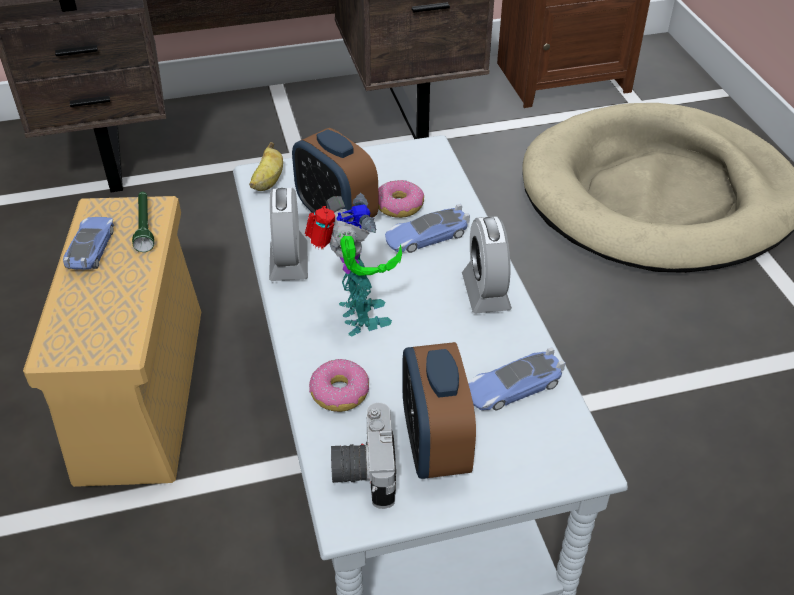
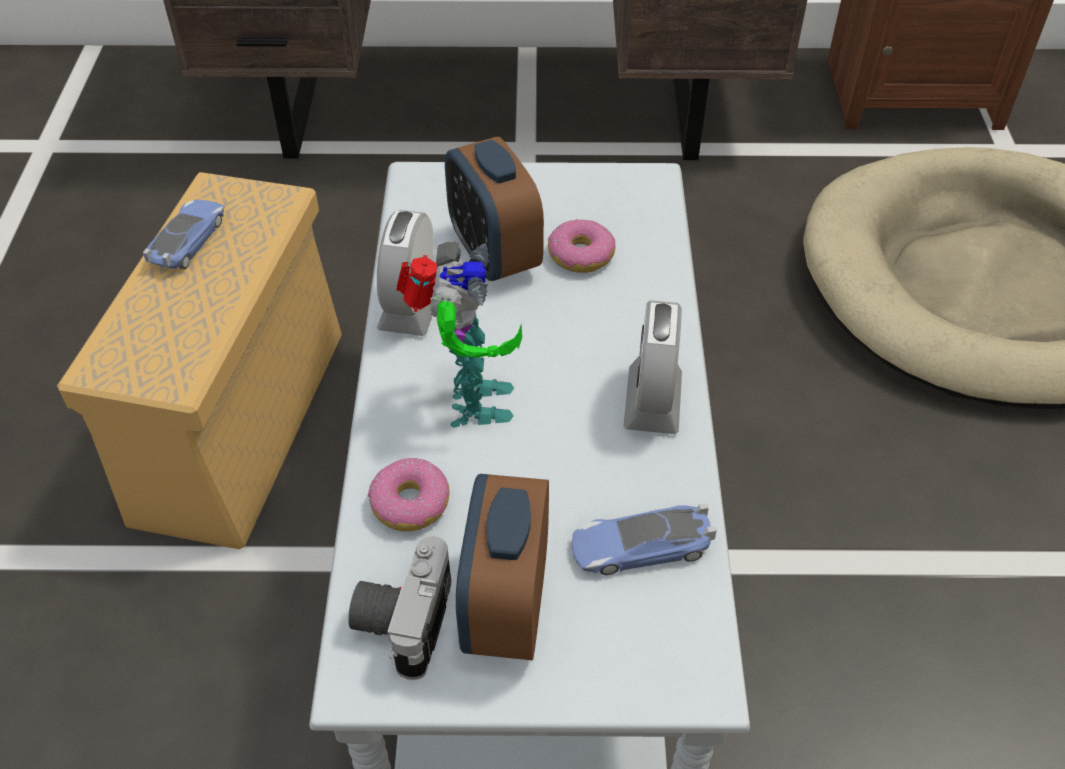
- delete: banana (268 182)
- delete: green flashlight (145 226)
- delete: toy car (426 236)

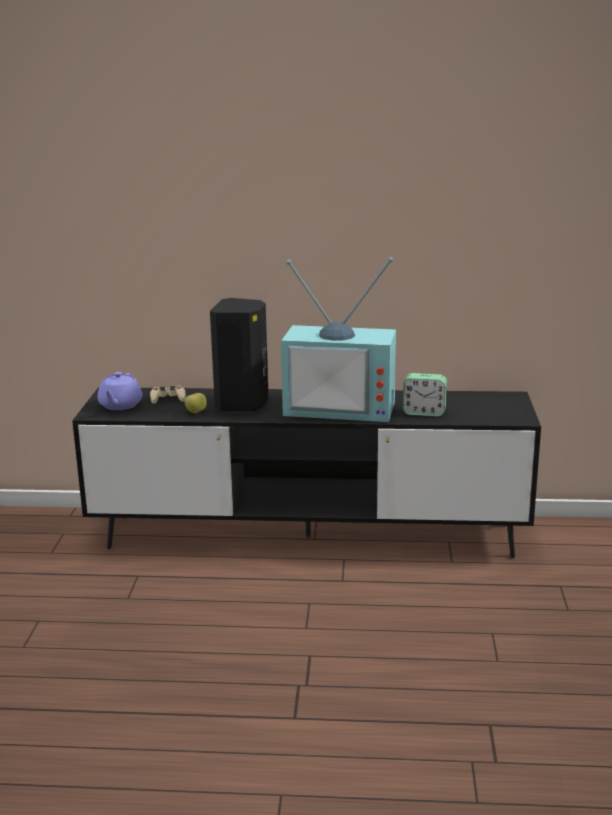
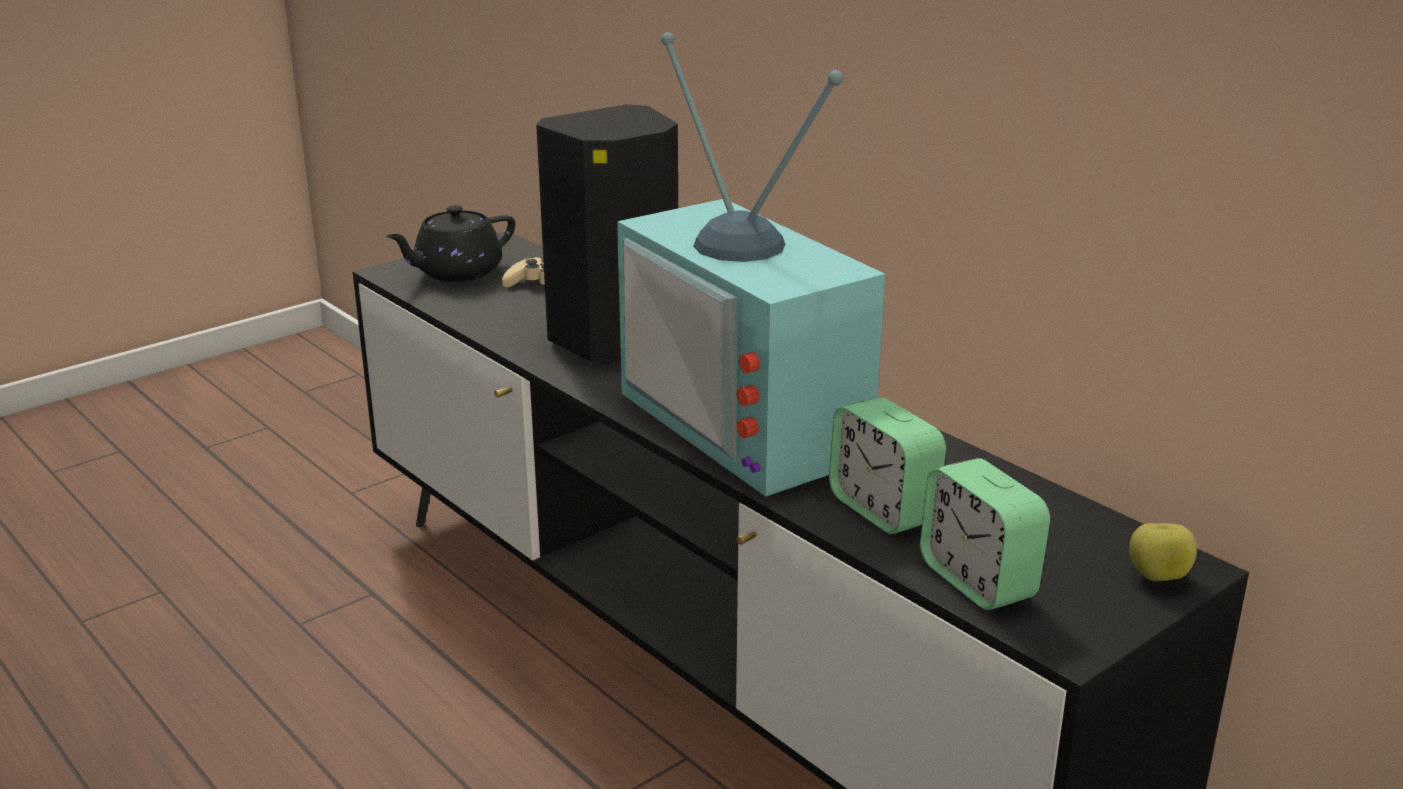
- recolor: purple teapot (120 406) to black teapot (456 272)
- move: apple (196 412) to (1158 577)
- insert: alarm clock (978 580)

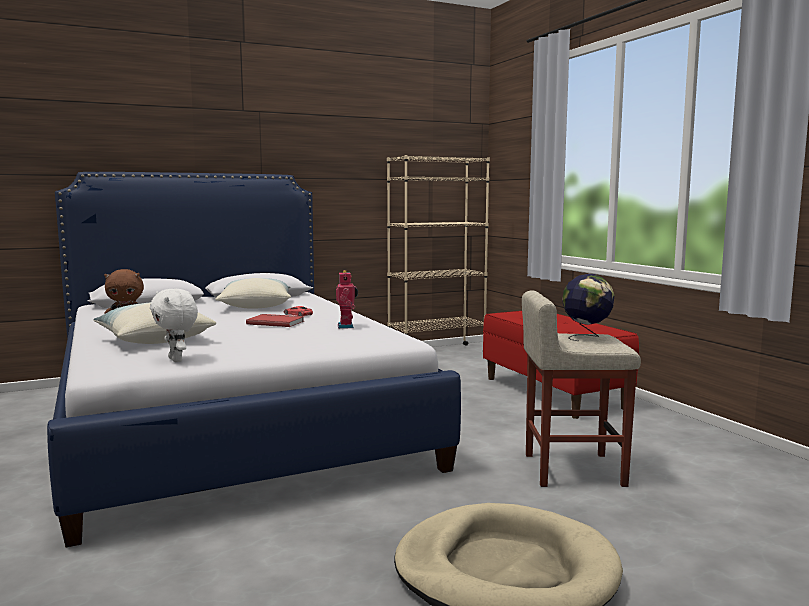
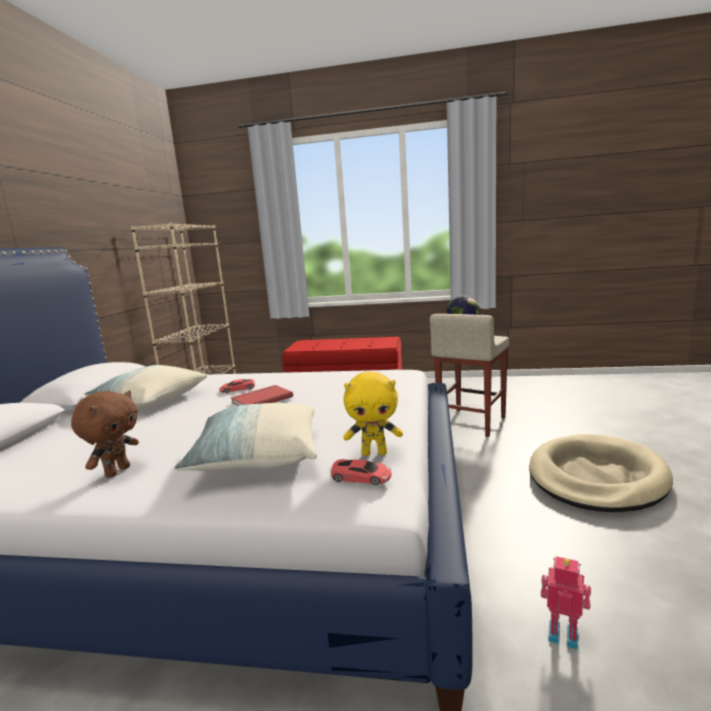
- move: toy robot (347 326) to (563 633)
- recolor: white plush toy (177 360) to yellow plush toy (374 453)
- insert: red toy car (361 477)

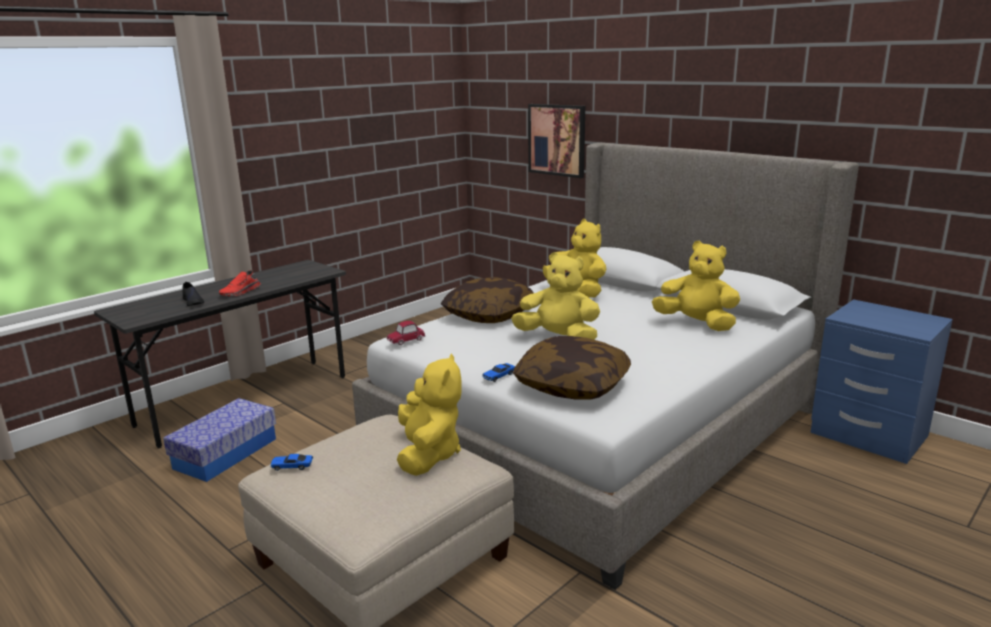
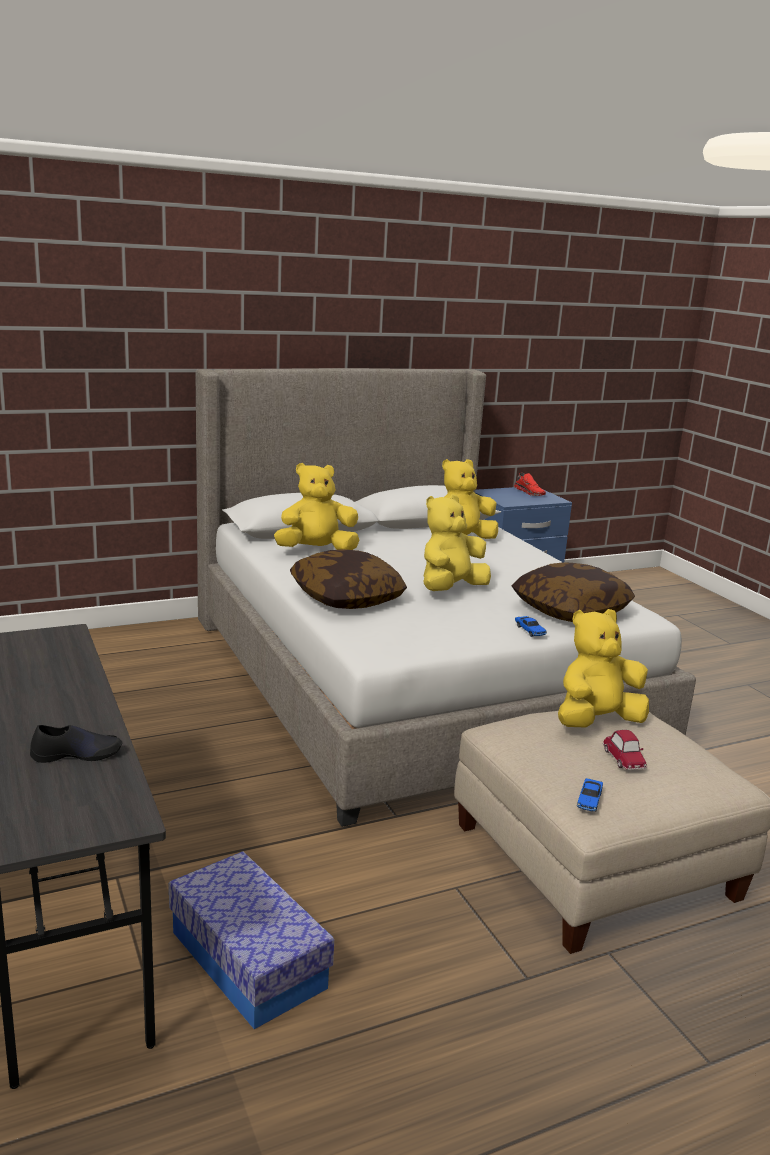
- delete: picture (557 140)
- move: red shoe (241 292) to (530 492)
- move: toy car (406 340) to (624 759)
- rotate: yellow plush toy (428 454) = (596 722) 45 degrees counterclockwise

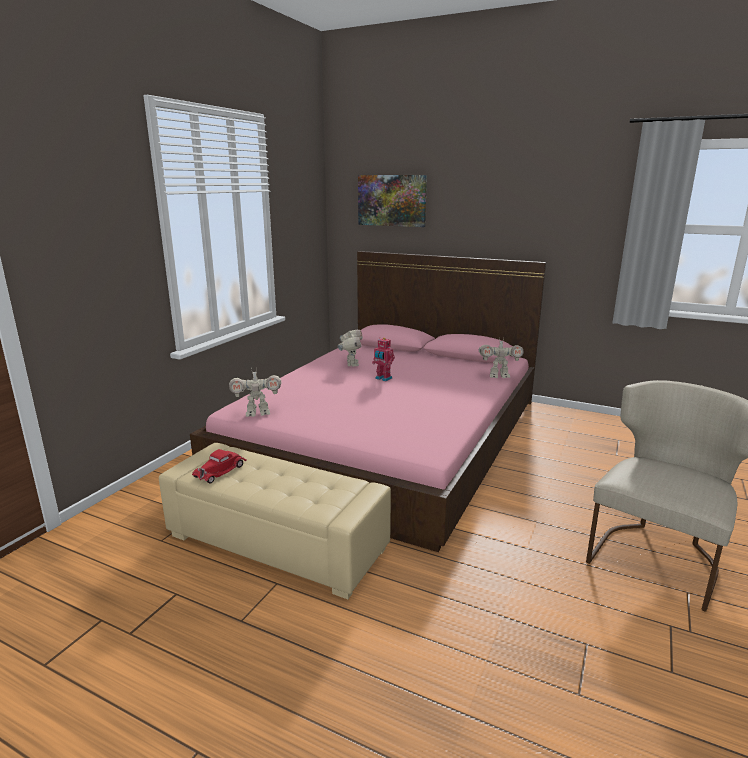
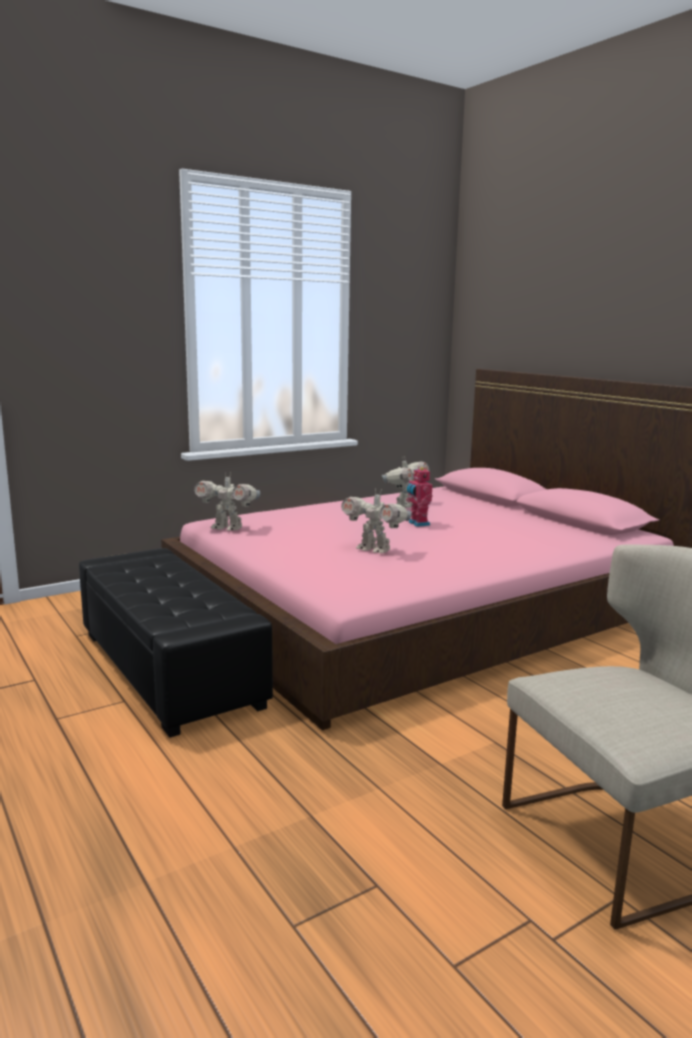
- delete: picture (392 200)
- move: toy robot (498 376) to (374 550)
- recolor: beige ottoman (277 542) to black ottoman (170 668)
- delete: red toy car (221 471)

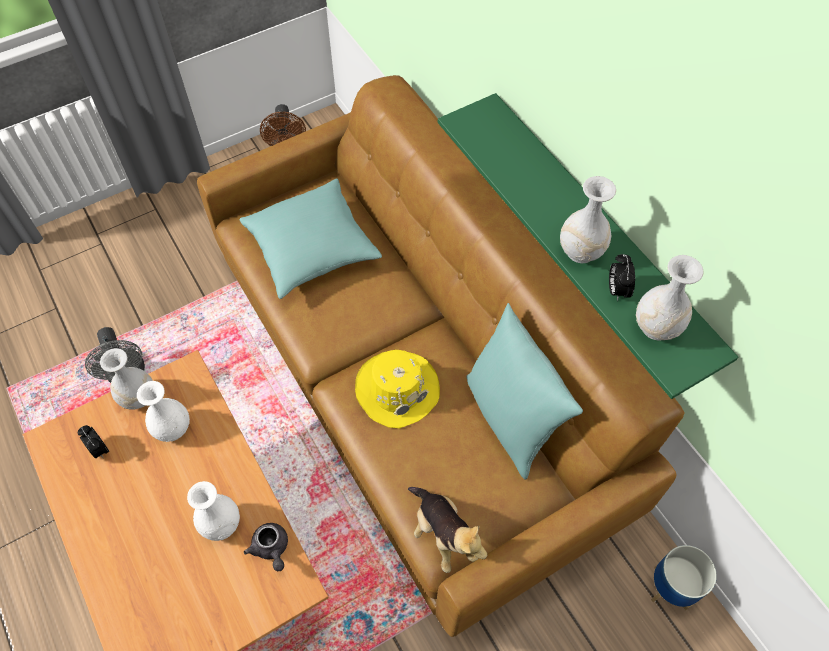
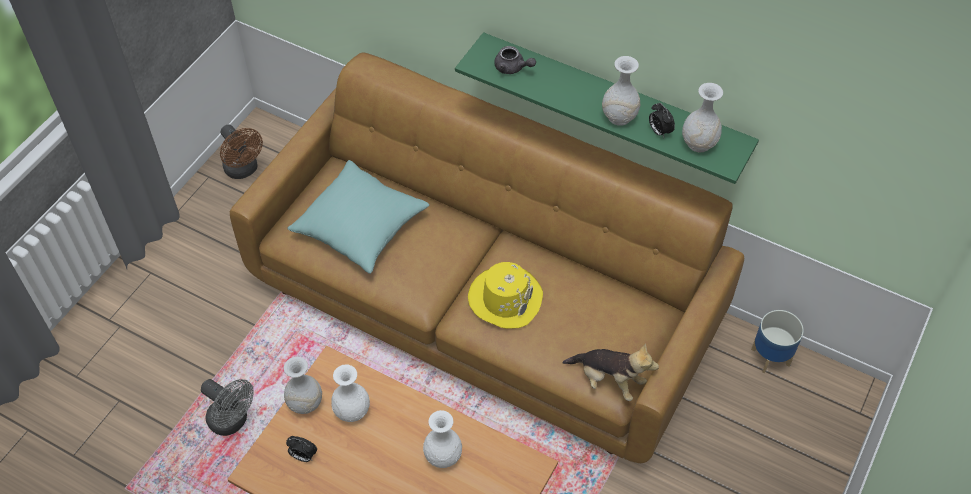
- delete: turquoise pillow (510 419)
- move: grey teapot (271 549) to (512 68)

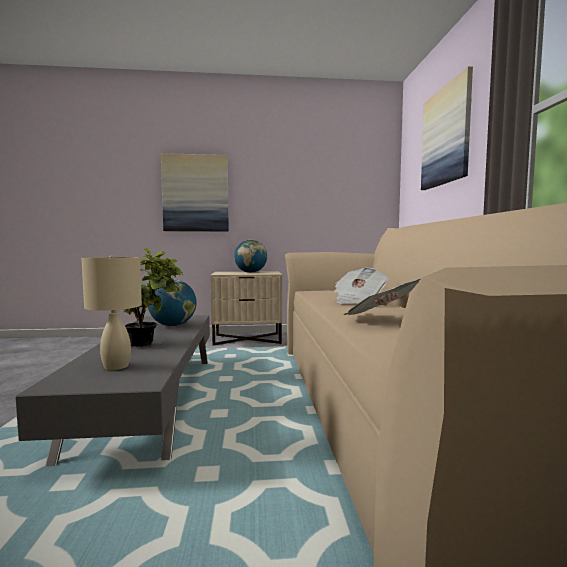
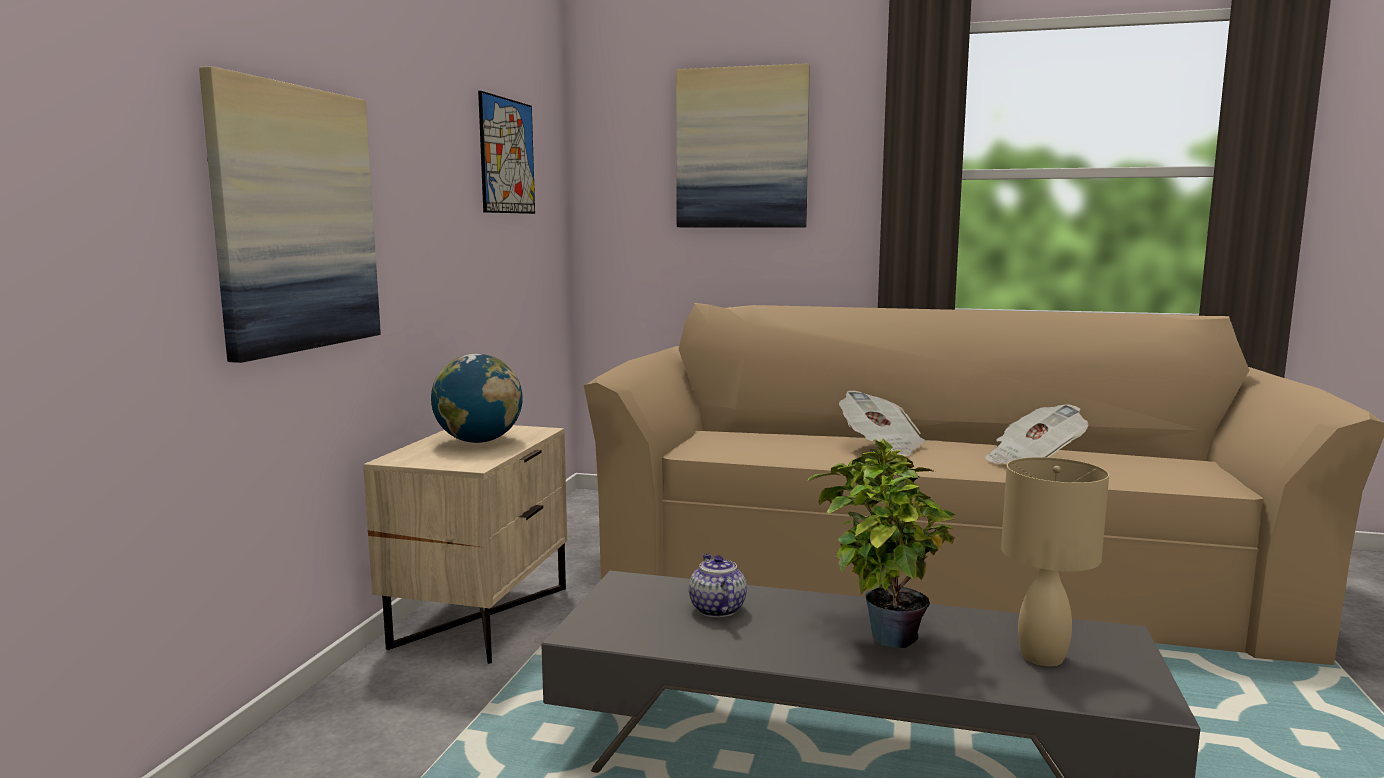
- replace: globe (173 325) to teapot (716 609)
- insert: picture (507 156)

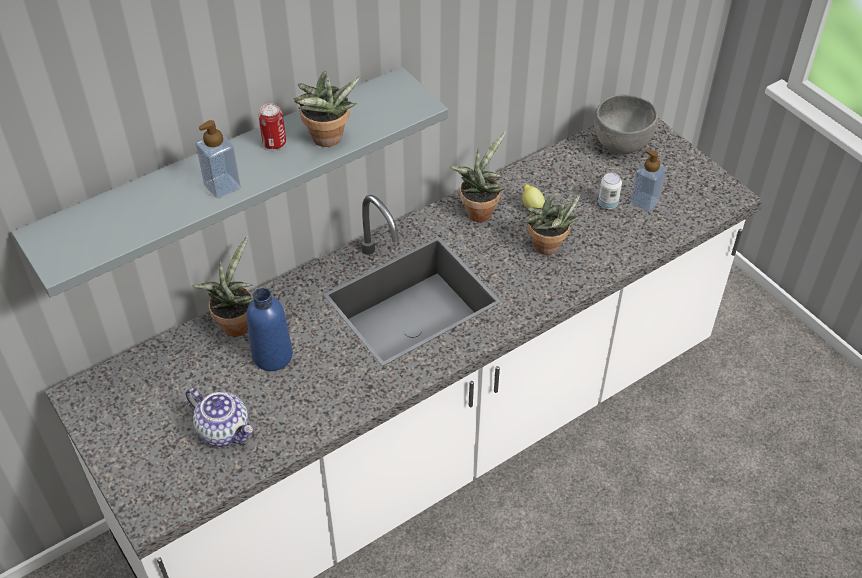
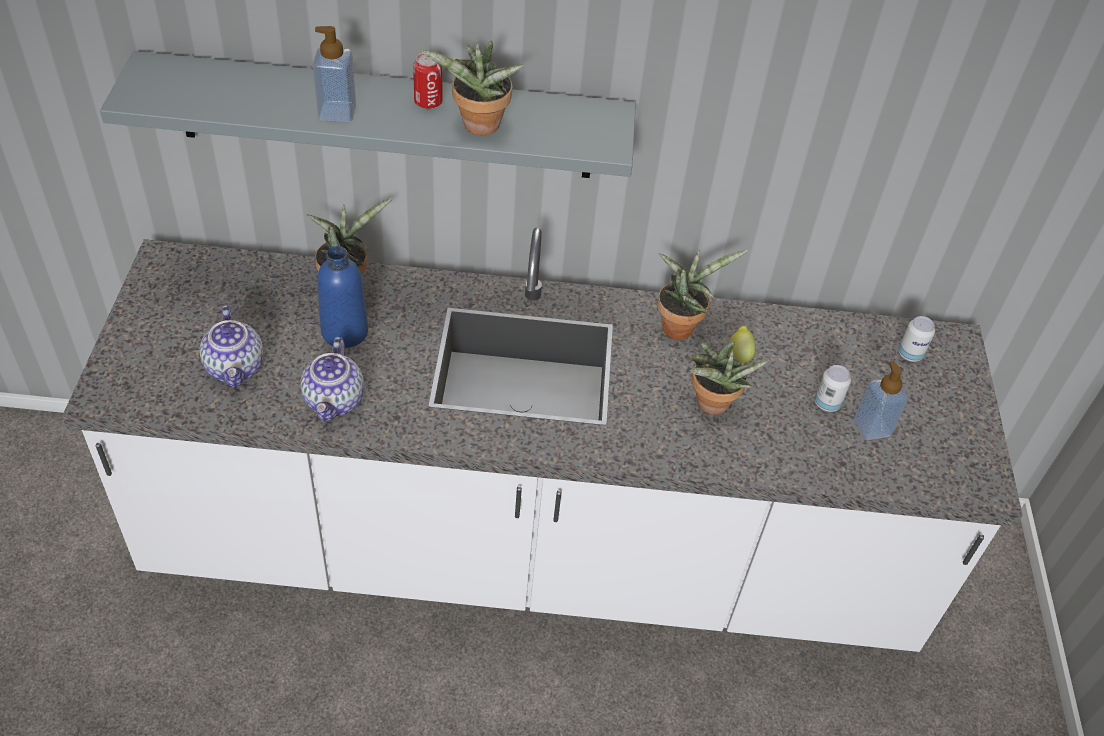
- replace: grey bowl (621 144) to can (910 354)
- insert: teapot (335 401)

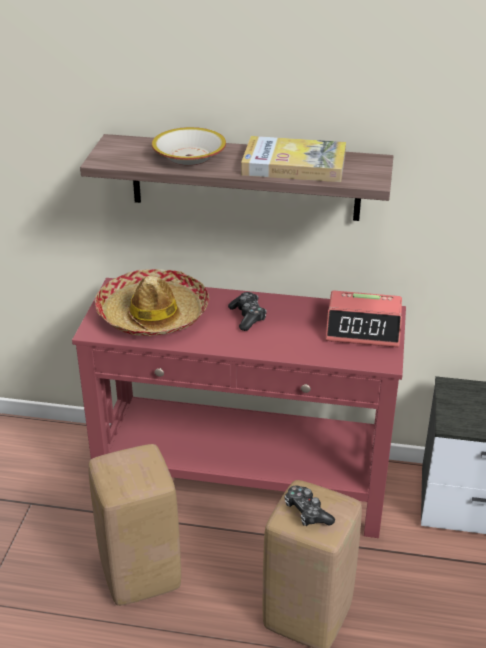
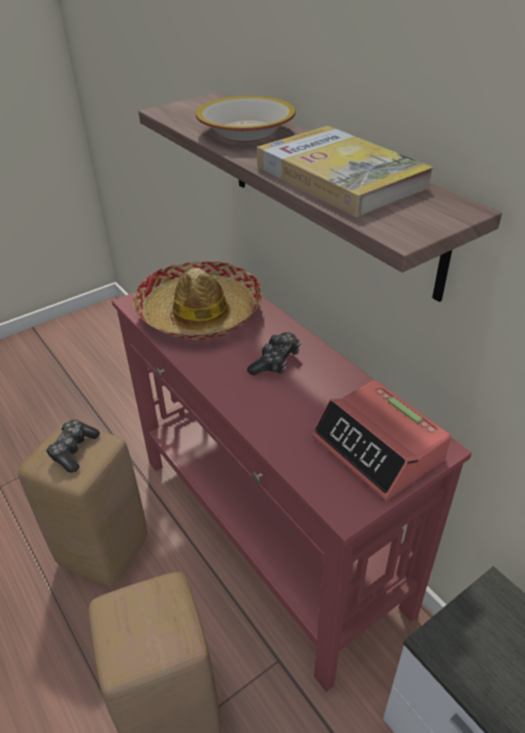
- move: game controller (307 512) to (73 450)

